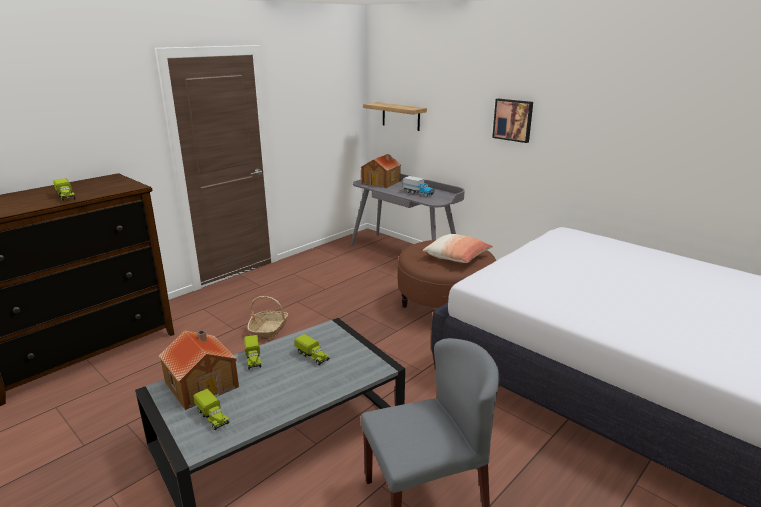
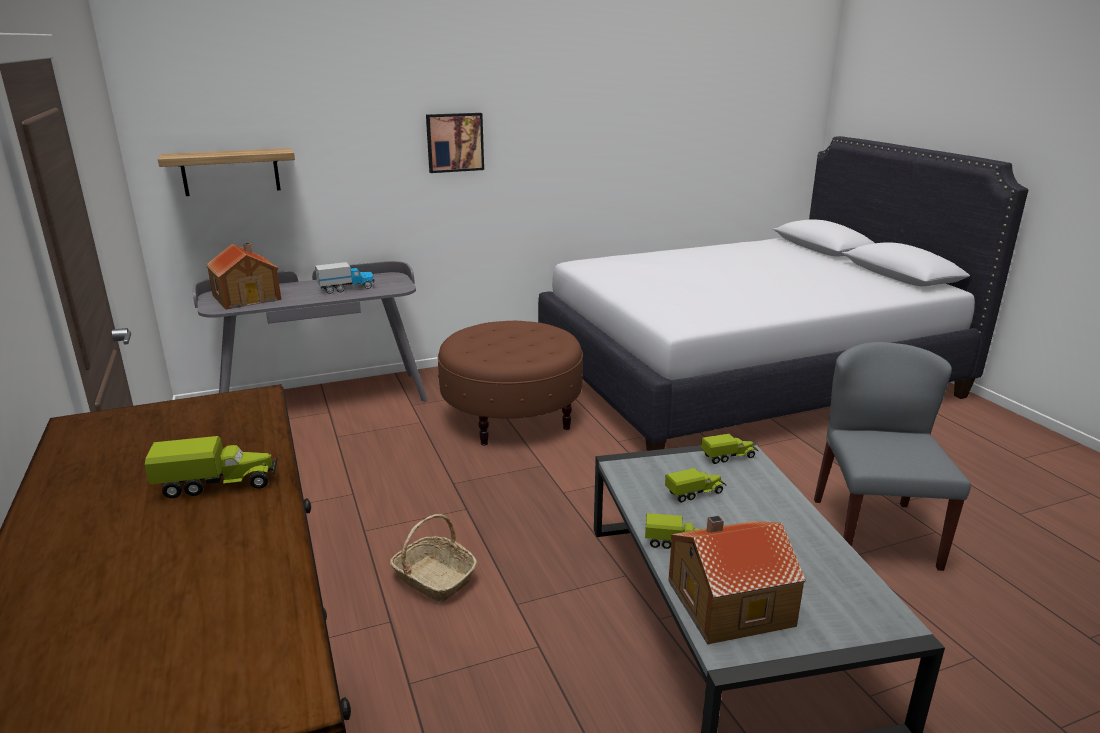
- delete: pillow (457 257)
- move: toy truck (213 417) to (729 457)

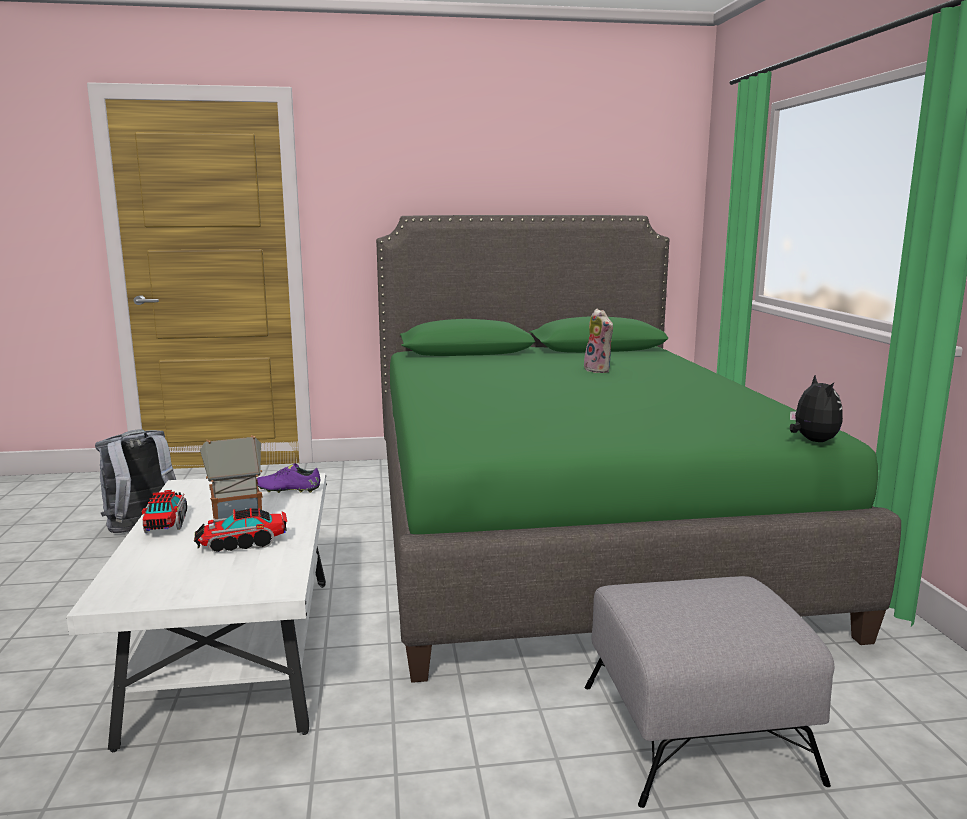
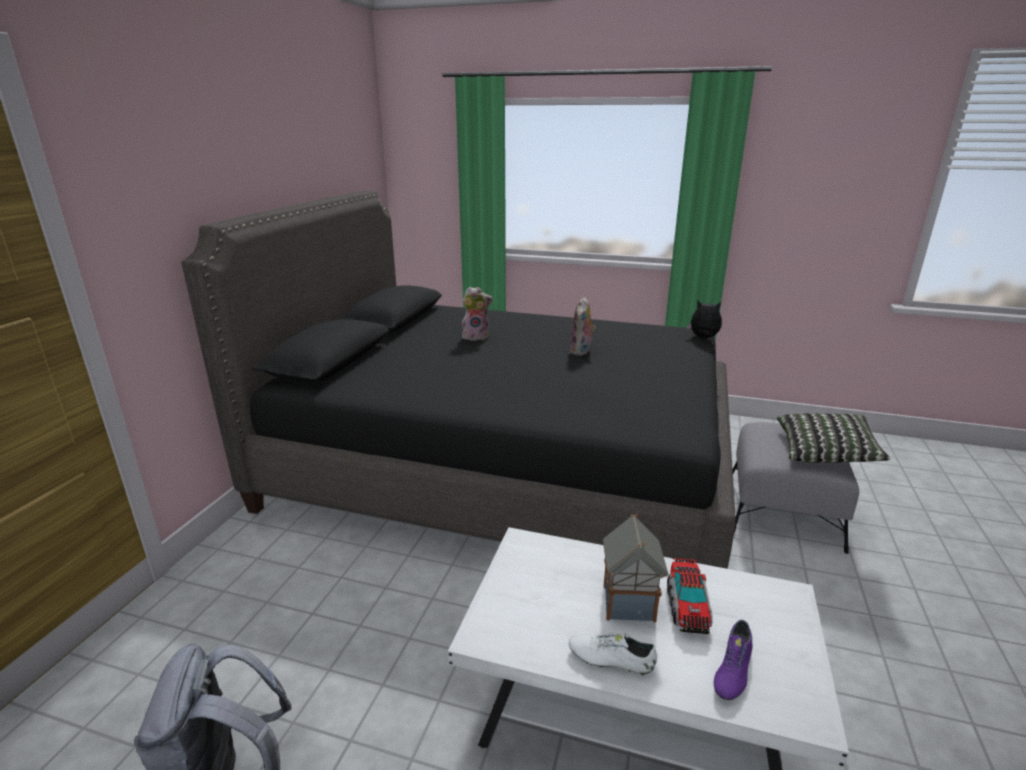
- recolor: green bed (566 528) to black bed (504 467)
- move: purple shoe (288 489) to (732 670)
- replace: toy truck (166 523) to white shoe (610 660)
- insert: plush toy (581 351)
- insert: pillow (825 453)

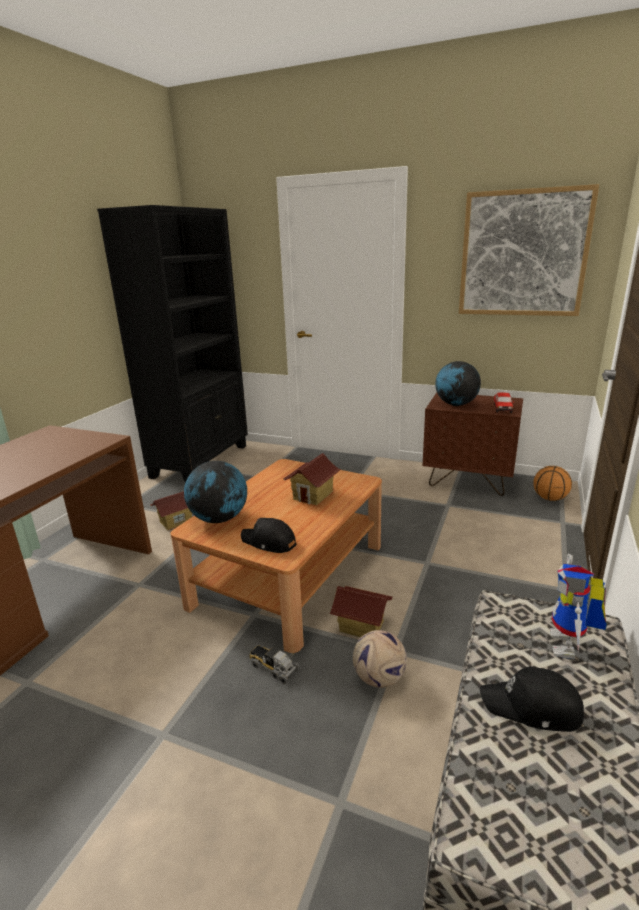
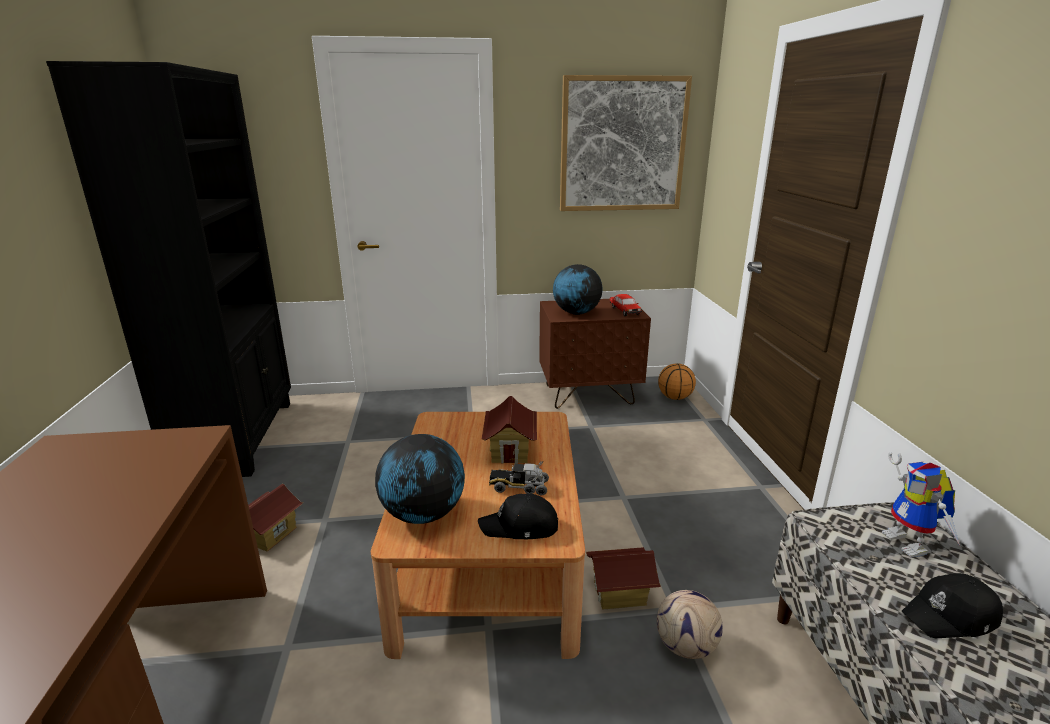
- move: toy truck (273 667) to (519 487)

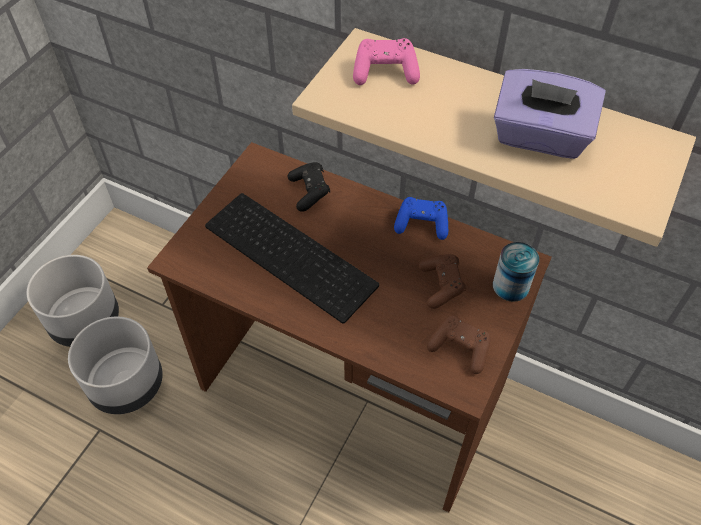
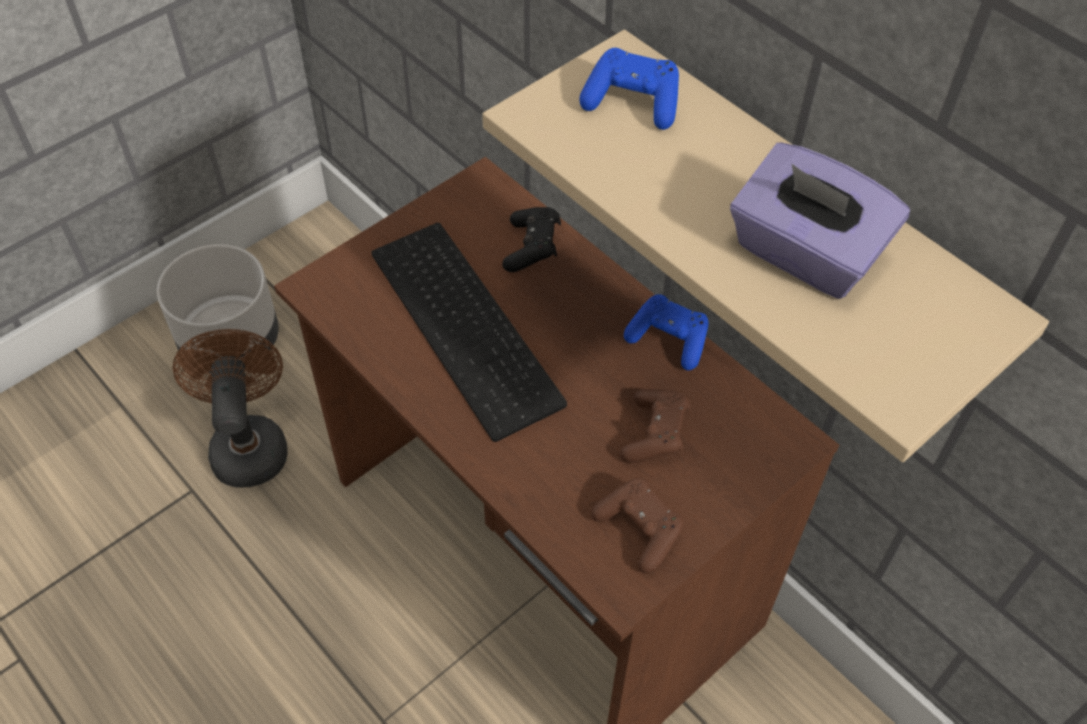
- recolor: pink game controller (385 72) to blue game controller (632 103)
- delete: can (511 286)
- replace: grey planter (126 385) to brown fan (248 443)

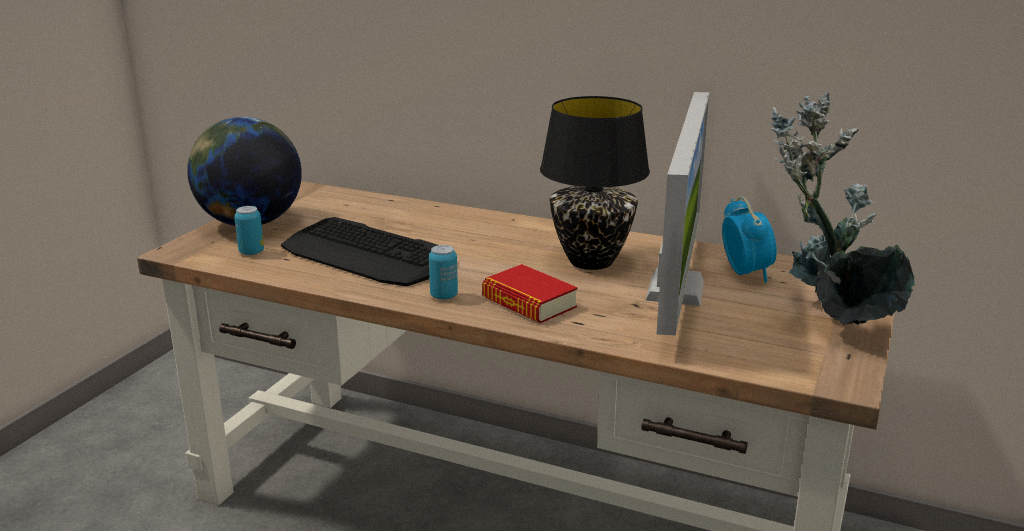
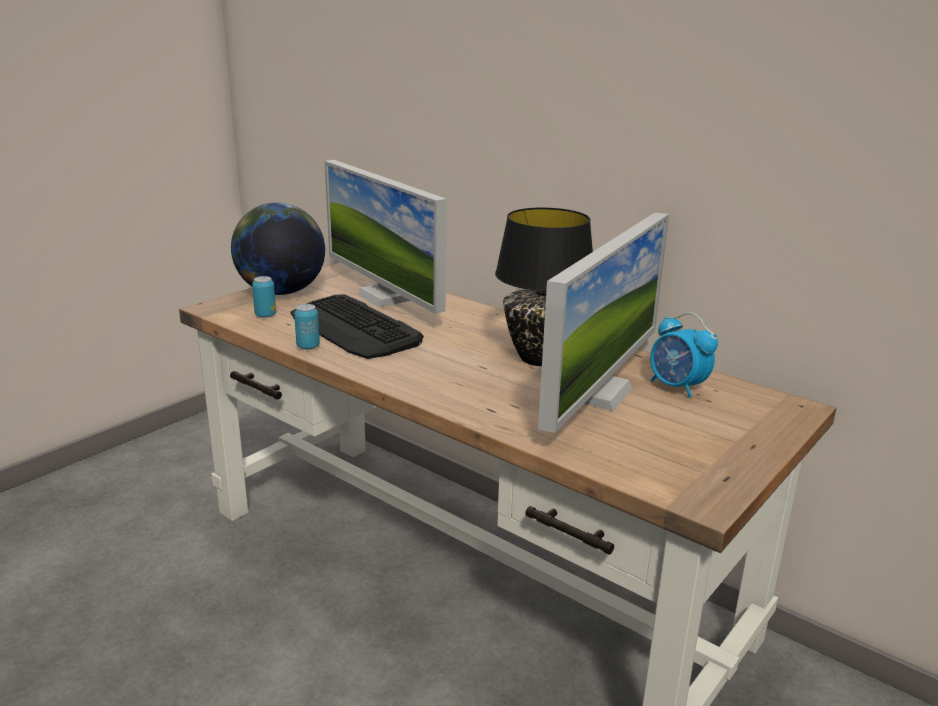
- delete: potted plant (827 324)
- rotate: alarm clock (745 273) = (677 387) 135 degrees clockwise
- move: can (444 296) to (308 346)
- delete: book (529 302)
- insert: monitor (384 297)

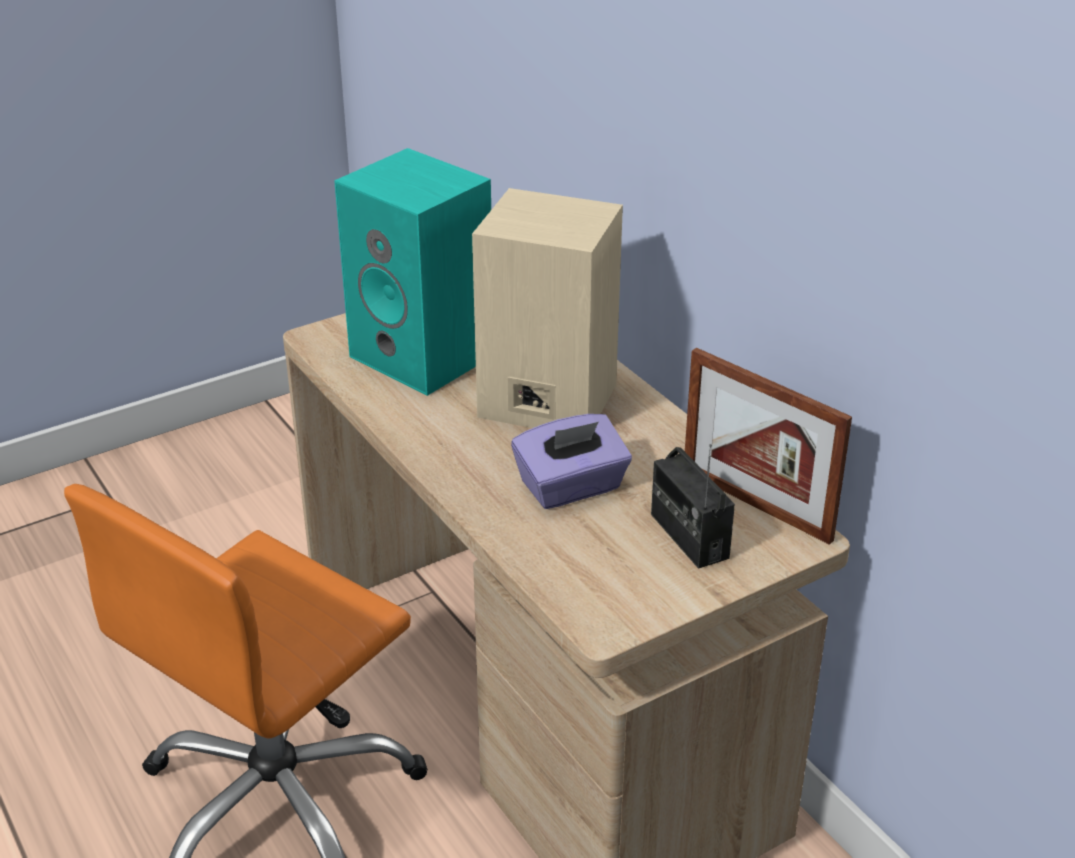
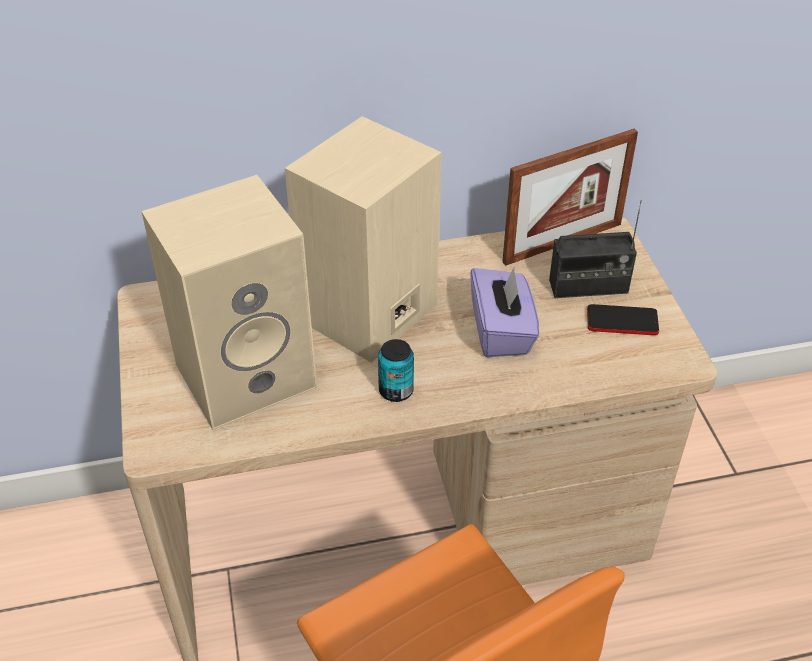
- recolor: turquoise speaker (426 356) to beige speaker (247 373)
- insert: phone (622 321)
- insert: can (396 391)

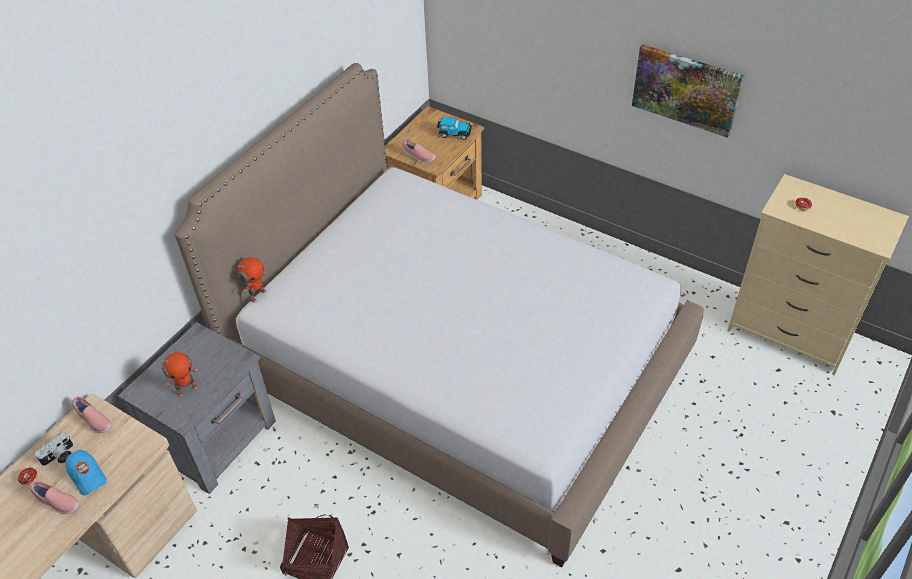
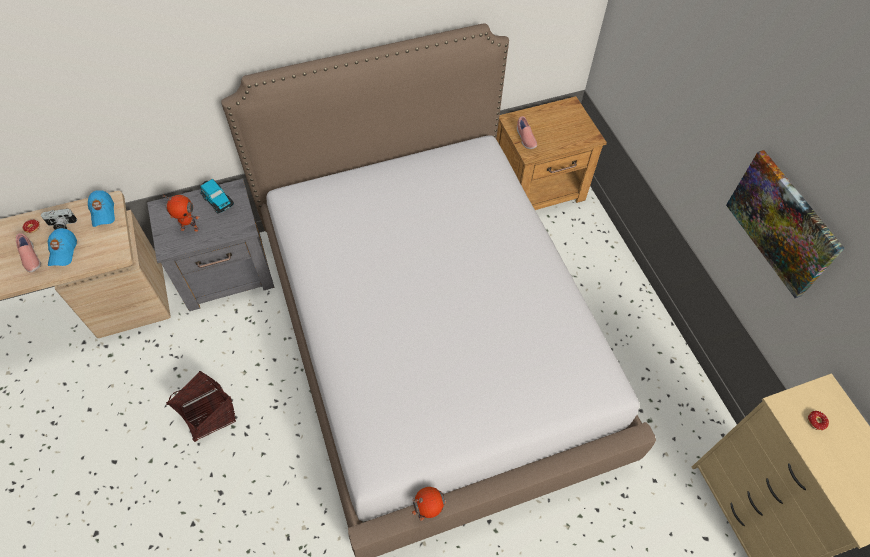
- move: toy car (454 133) to (218 201)
- move: toy robot (257 295) to (428 512)
- replace: pink shoe (94 421) to blue cap (103 213)

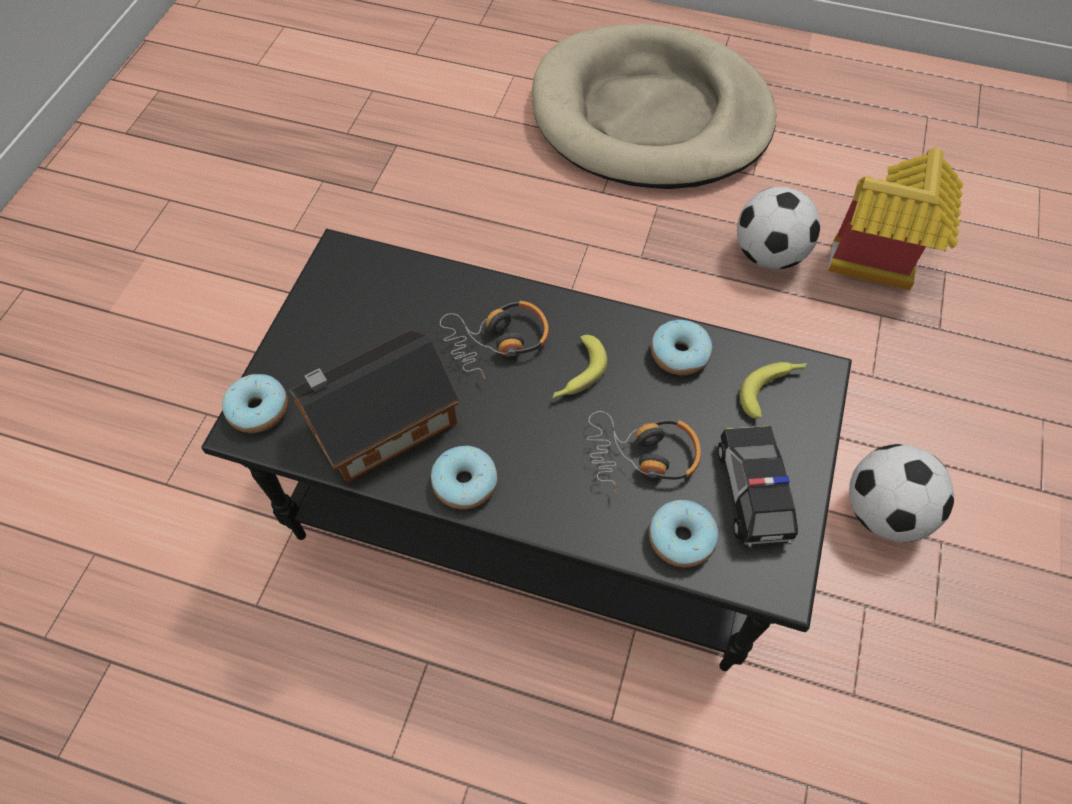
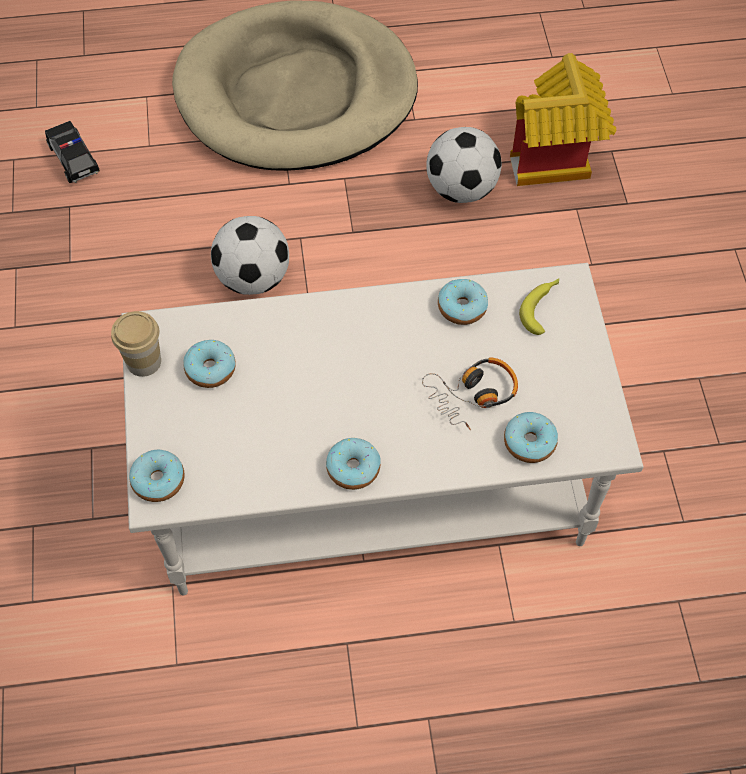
- recolor: black coffee table (532 511) to white coffee table (370 488)
- delete: headphones (498 342)
- delete: toy house (377 424)
- delete: banana (577 374)
- move: toy car (753 493) to (74 159)
- move: football (883 511) to (253 278)
- insert: cup (144 361)
- insert: donut (210 369)

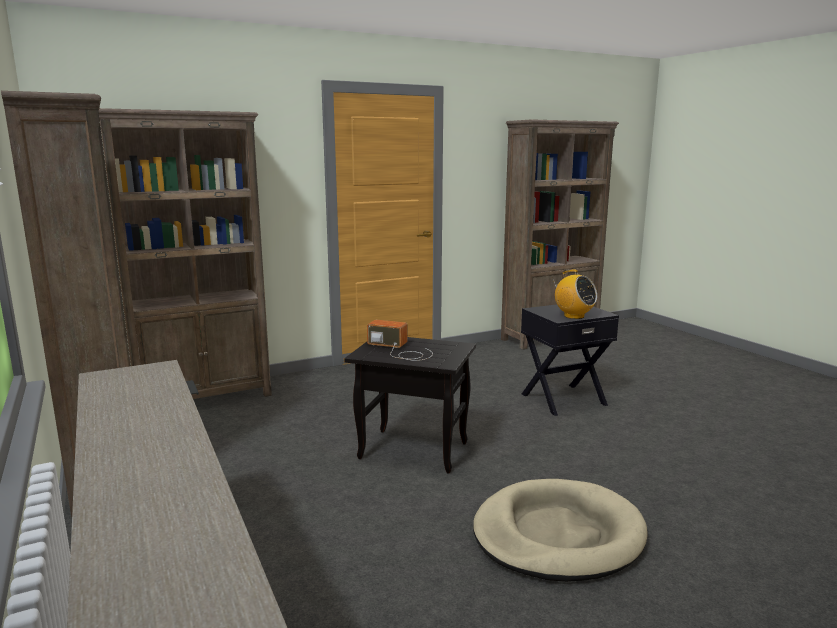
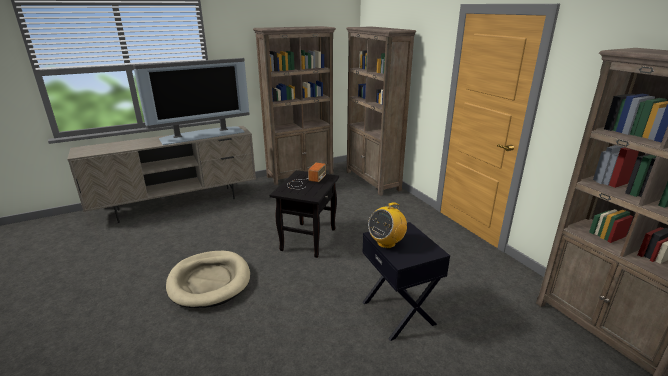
- insert: television (202 135)

